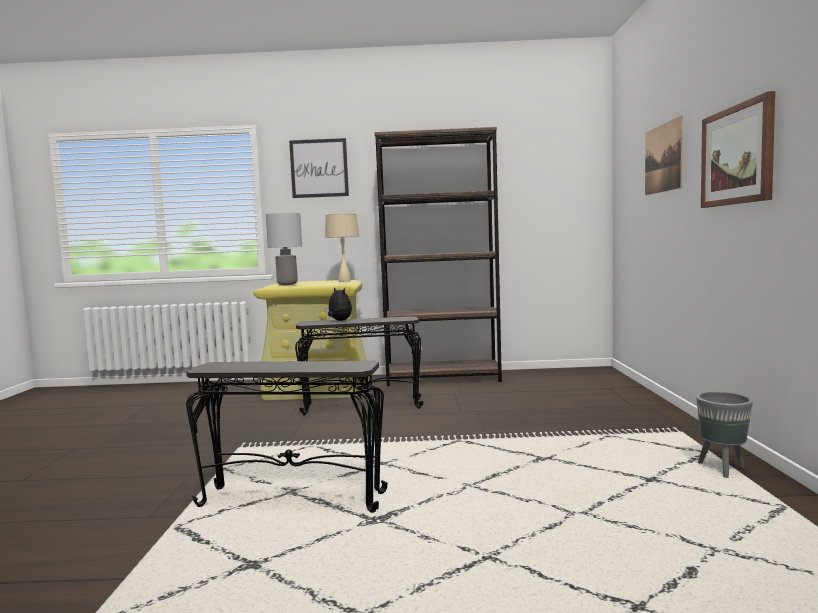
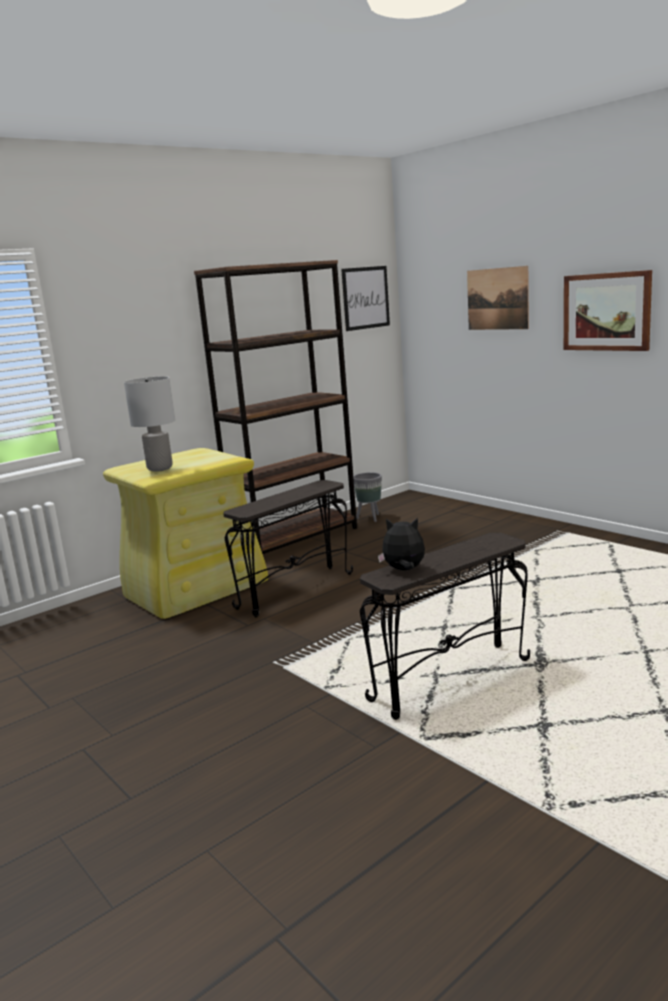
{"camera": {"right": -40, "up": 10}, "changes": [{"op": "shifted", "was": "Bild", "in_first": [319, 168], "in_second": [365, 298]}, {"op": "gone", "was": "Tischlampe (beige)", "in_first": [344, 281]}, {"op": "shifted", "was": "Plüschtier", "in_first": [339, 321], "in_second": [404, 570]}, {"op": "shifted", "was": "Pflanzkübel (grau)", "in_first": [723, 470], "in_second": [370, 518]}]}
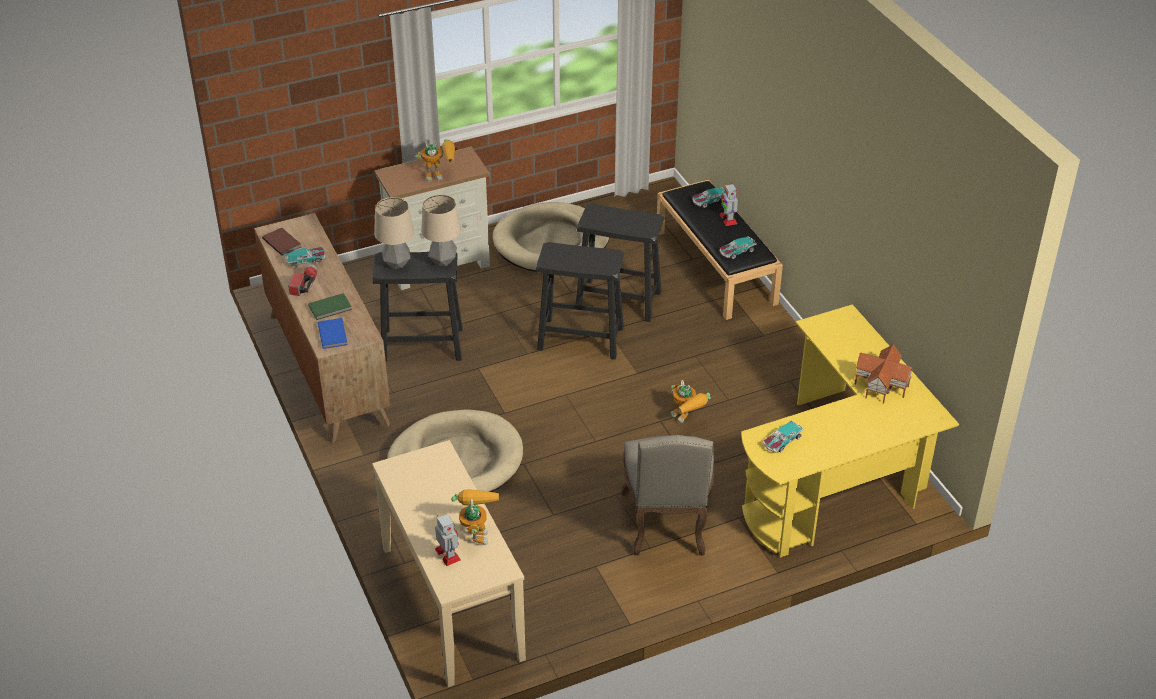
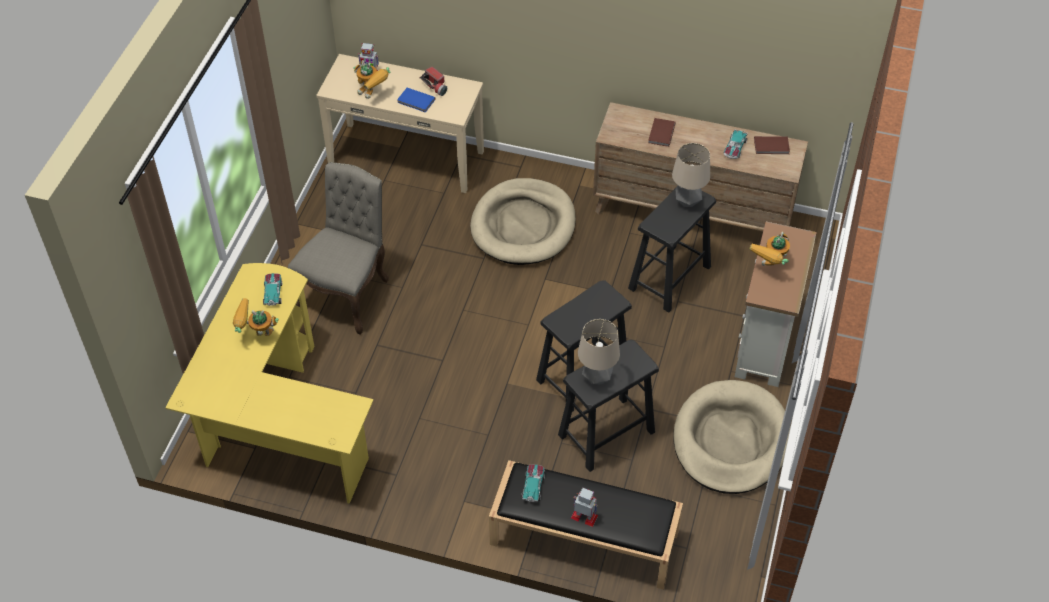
{"camera": {"right": 130, "up": 10}, "changes": [{"op": "gone", "was": "Spielzeugauto", "in_first": [709, 201]}, {"op": "shifted", "was": "Tischlampe", "in_first": [443, 261], "in_second": [597, 378]}, {"op": "shifted", "was": "Taschenlampe", "in_first": [304, 285], "in_second": [435, 86]}, {"op": "repainted", "was": "Buch (grün)", "now": "Buch (braun)", "in_first": [331, 308], "in_second": [660, 133]}, {"op": "shifted", "was": "Buch (blau)", "in_first": [333, 334], "in_second": [416, 101]}, {"op": "gone", "was": "Spielzeughaus", "in_first": [882, 385]}, {"op": "shifted", "was": "Spielzeugroboter", "in_first": [687, 419], "in_second": [256, 336]}, {"op": "rotated", "was": "Stuhl (grau)", "in_first": [667, 525], "in_second": [346, 294], "clockwise": 75}]}
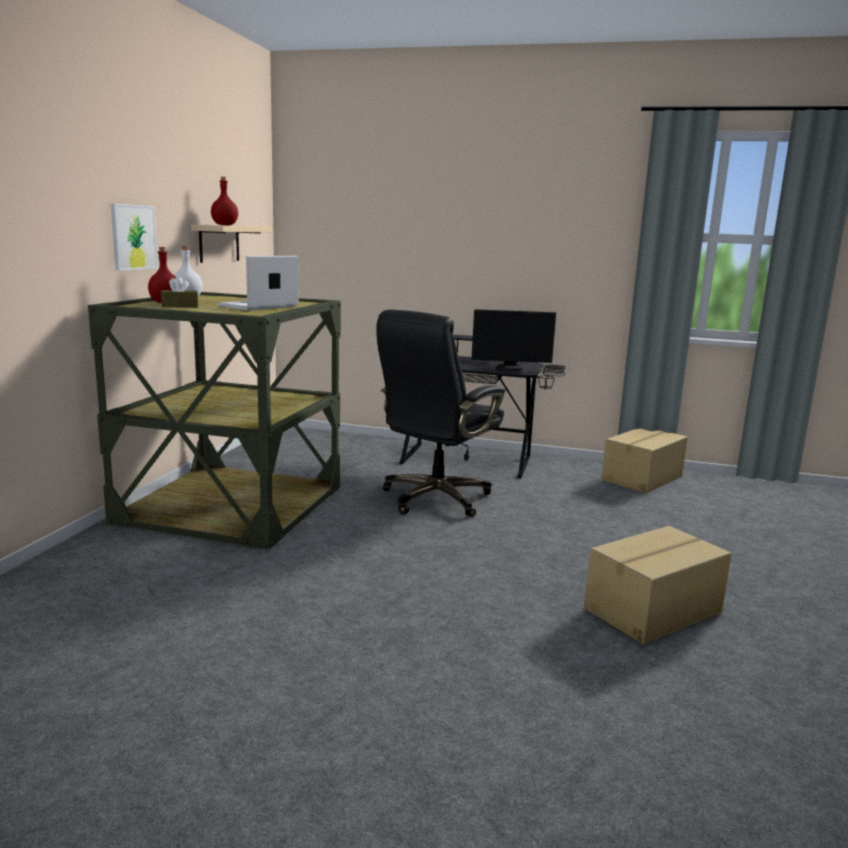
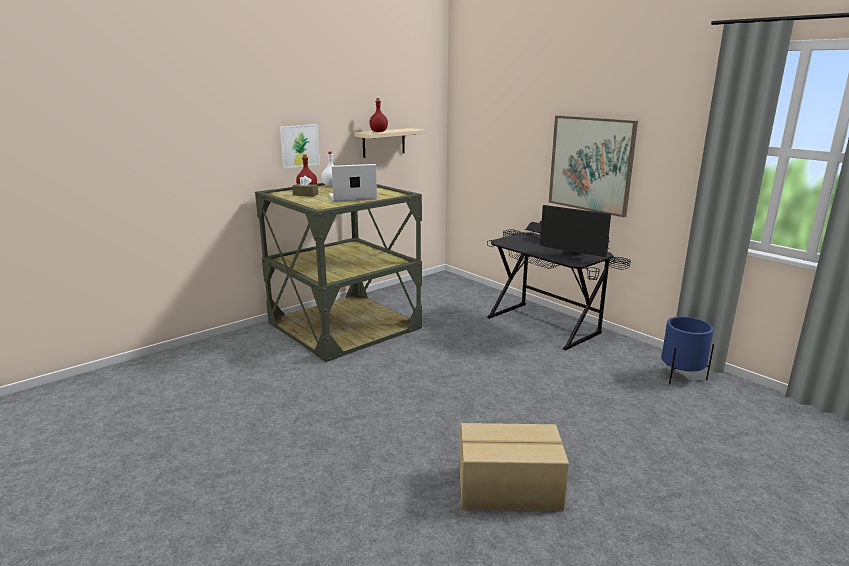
{"camera": {"right": 35, "up": 5}, "changes": [{"op": "gone", "was": "Bürostuhl (schwarz)", "in_first": [438, 497]}, {"op": "swapped", "was": "Karton", "now": "Pflanzkübel (blau)", "in_first": [643, 478], "in_second": [681, 376]}, {"op": "new", "now": "Bild", "in_second": [591, 164]}]}
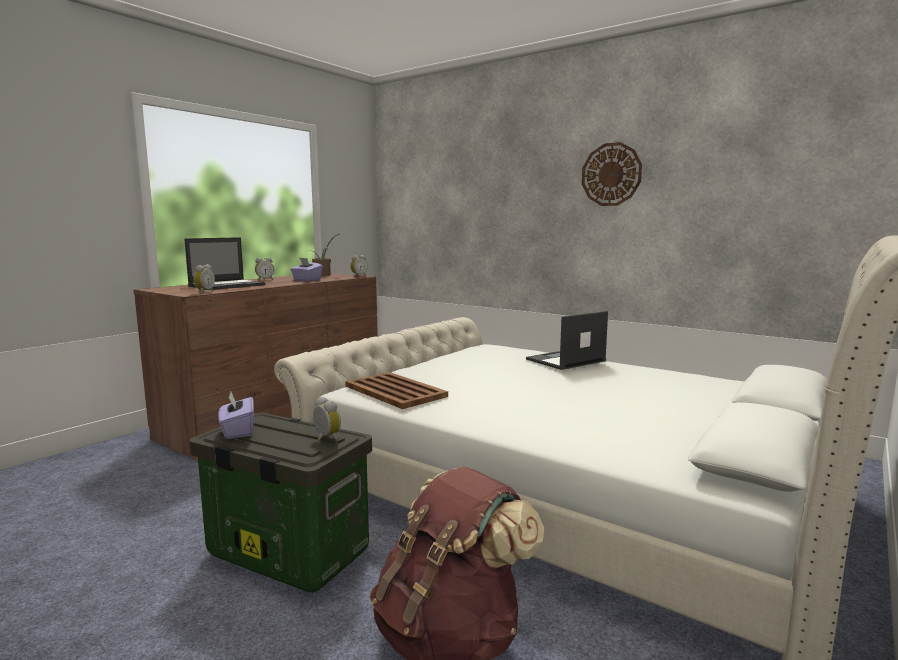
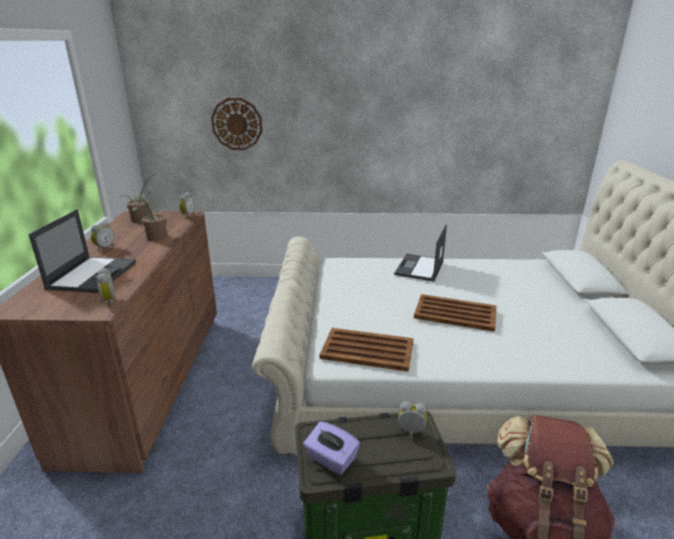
{"camera": {"right": -35, "up": 15}, "changes": [{"op": "shifted", "was": "Wanduhr", "in_first": [611, 174], "in_second": [237, 124]}, {"op": "swapped", "was": "Taschentuchbox (lila)", "now": "Topfpflanze", "in_first": [306, 280], "in_second": [155, 238]}, {"op": "new", "now": "Tablett (braun)", "in_second": [454, 313]}]}
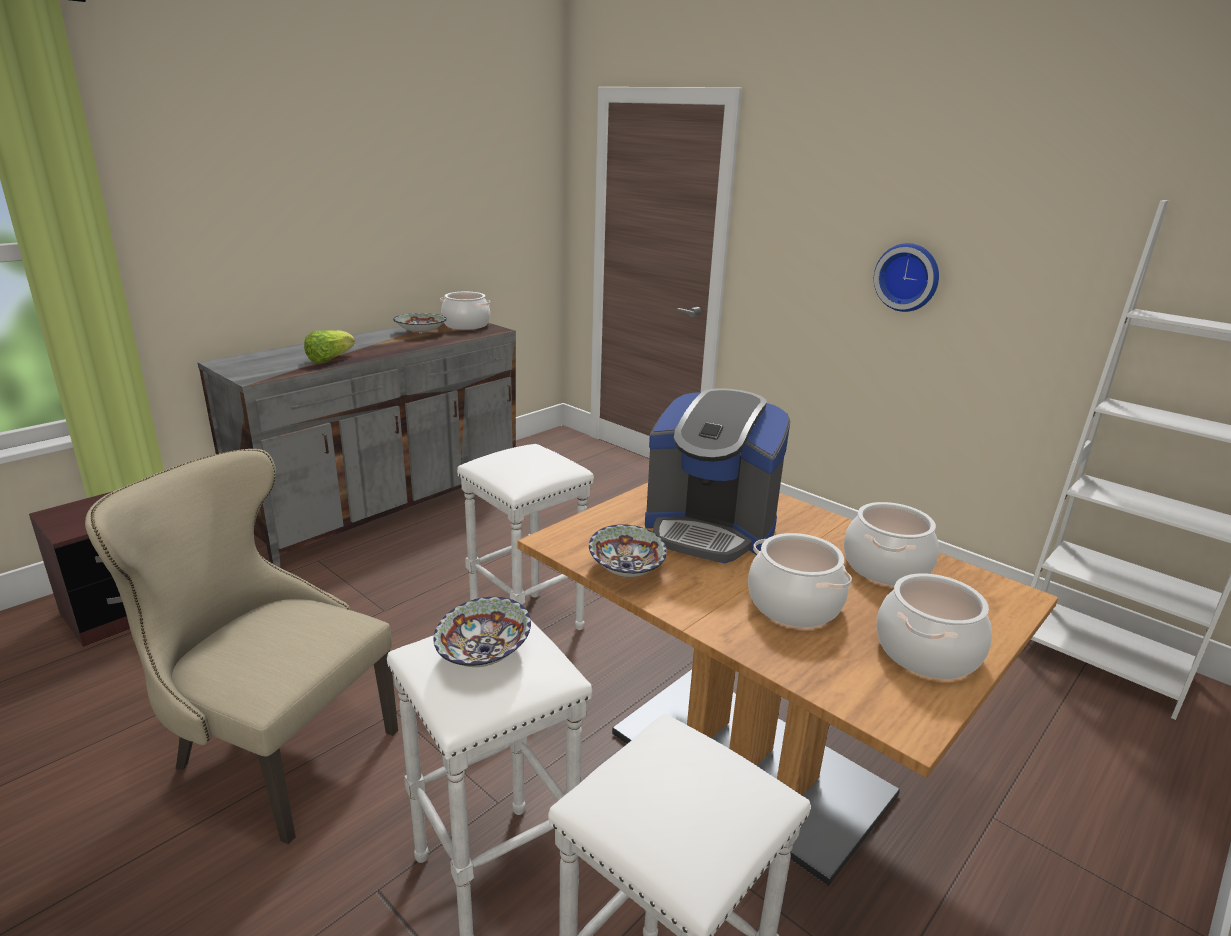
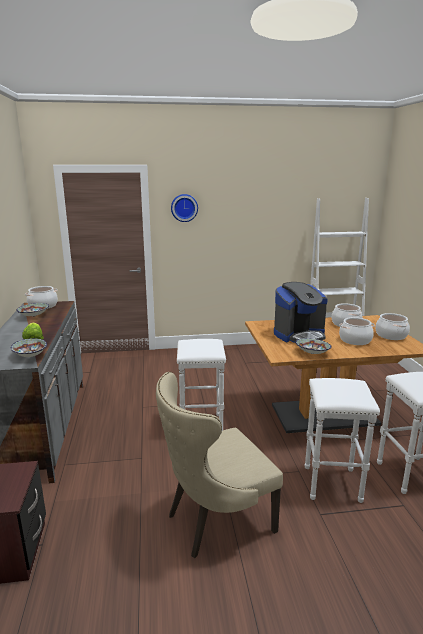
{"camera": {"right": -50, "up": -5}, "changes": [{"op": "shifted", "was": "Wanduhr", "in_first": [908, 277], "in_second": [184, 208]}, {"op": "shifted", "was": "Schüssel", "in_first": [485, 654], "in_second": [31, 356]}]}
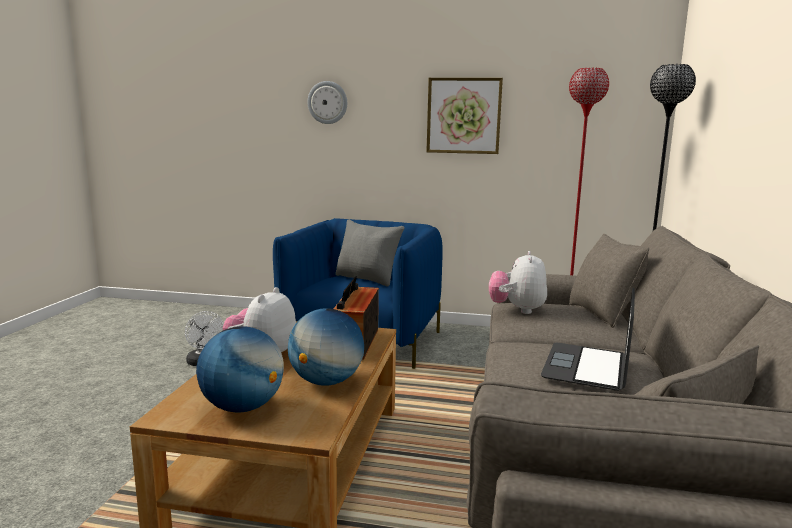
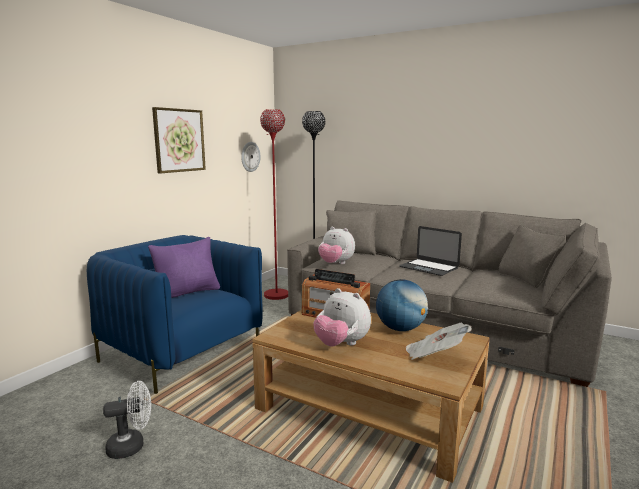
{"camera": {"right": -70, "up": 0}, "changes": [{"op": "shifted", "was": "Wanduhr", "in_first": [327, 102], "in_second": [250, 156]}, {"op": "repainted", "was": "Kissen (grau)", "now": "Kissen (lila)", "in_first": [367, 279], "in_second": [188, 292]}, {"op": "swapped", "was": "Globus", "now": "Zeitung", "in_first": [242, 407], "in_second": [434, 356]}]}
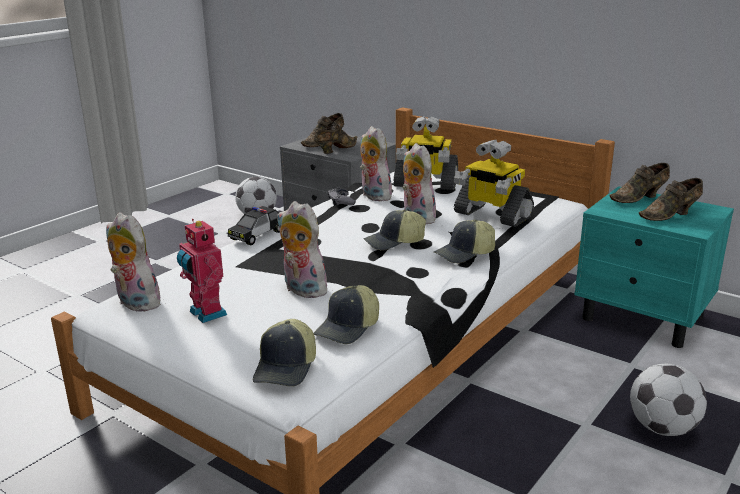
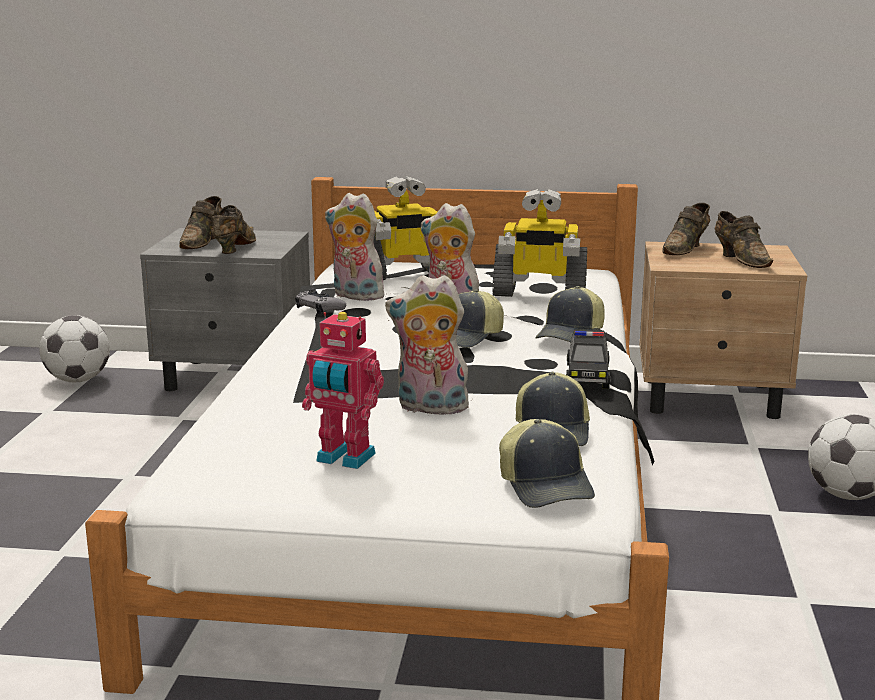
{"camera": {"right": -30, "up": -5}, "changes": [{"op": "rotated", "was": "Schuh (braun)", "in_first": [671, 215], "in_second": [741, 260], "clockwise": -60}, {"op": "repainted", "was": "Nachttisch (türkis)", "now": "Nachttisch (beige)", "in_first": [644, 318], "in_second": [712, 398]}, {"op": "shifted", "was": "Spielzeugauto", "in_first": [257, 235], "in_second": [587, 376]}, {"op": "gone", "was": "Plüschtier", "in_first": [135, 303]}]}
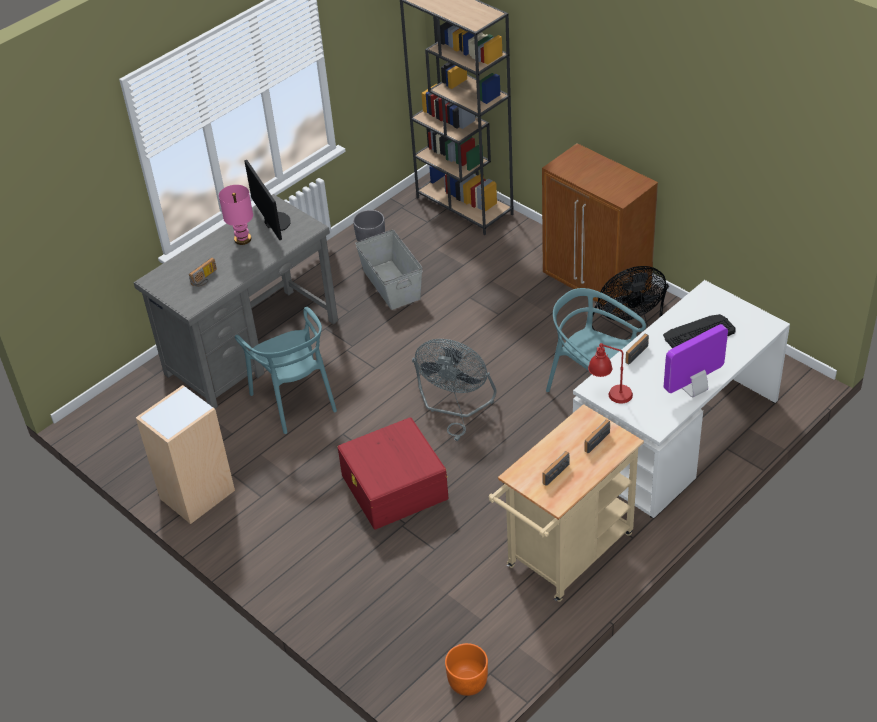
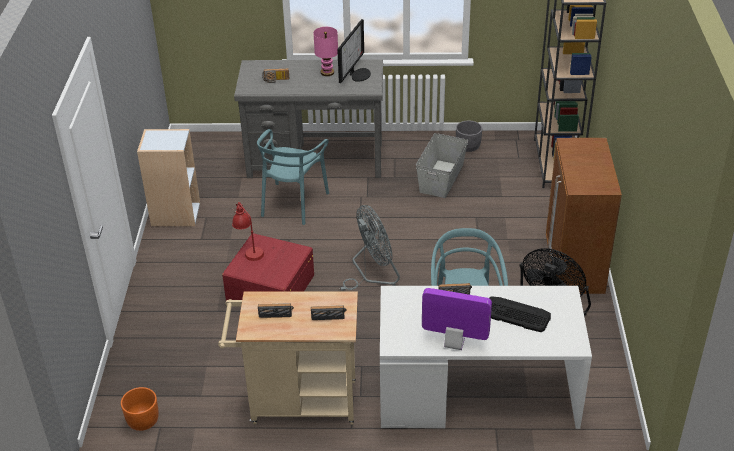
{"camera": {"right": 45, "up": -5}, "changes": [{"op": "shifted", "was": "Tischlampe (rot)", "in_first": [609, 395], "in_second": [249, 250]}]}
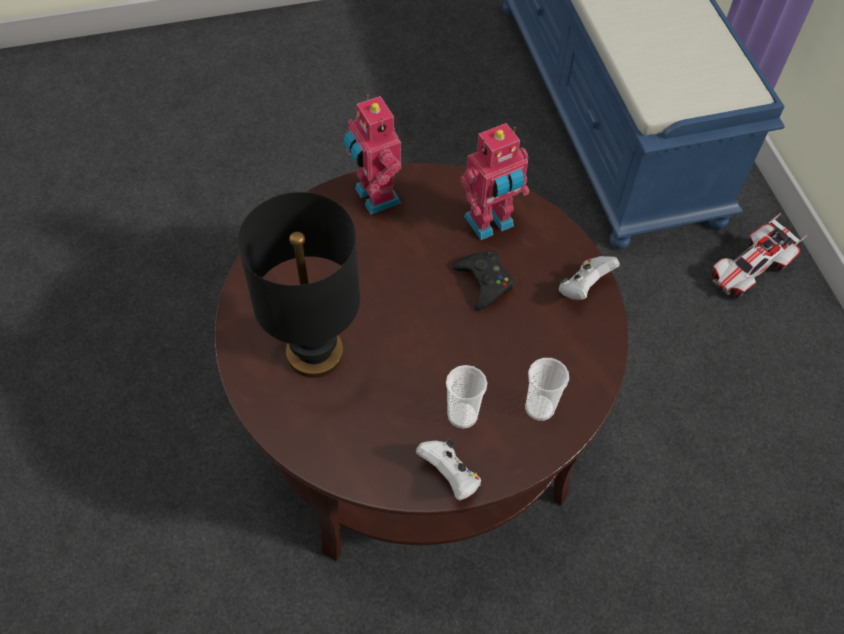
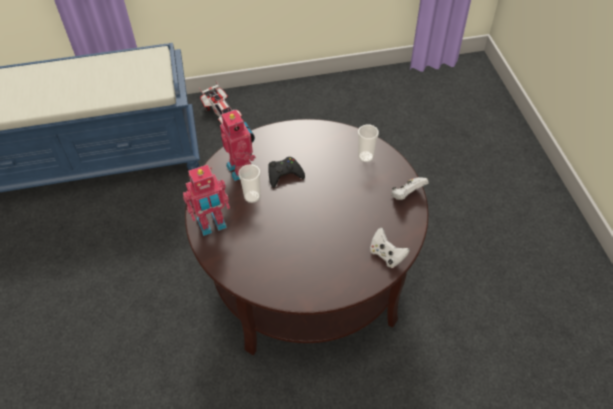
{"camera": {"right": -85, "up": -5}, "changes": [{"op": "gone", "was": "Tischlampe (schwarz)", "in_first": [313, 352]}, {"op": "shifted", "was": "Gamepad (weiß)", "in_first": [583, 287], "in_second": [386, 255]}, {"op": "shifted", "was": "Tasse", "in_first": [462, 415], "in_second": [252, 196]}]}
